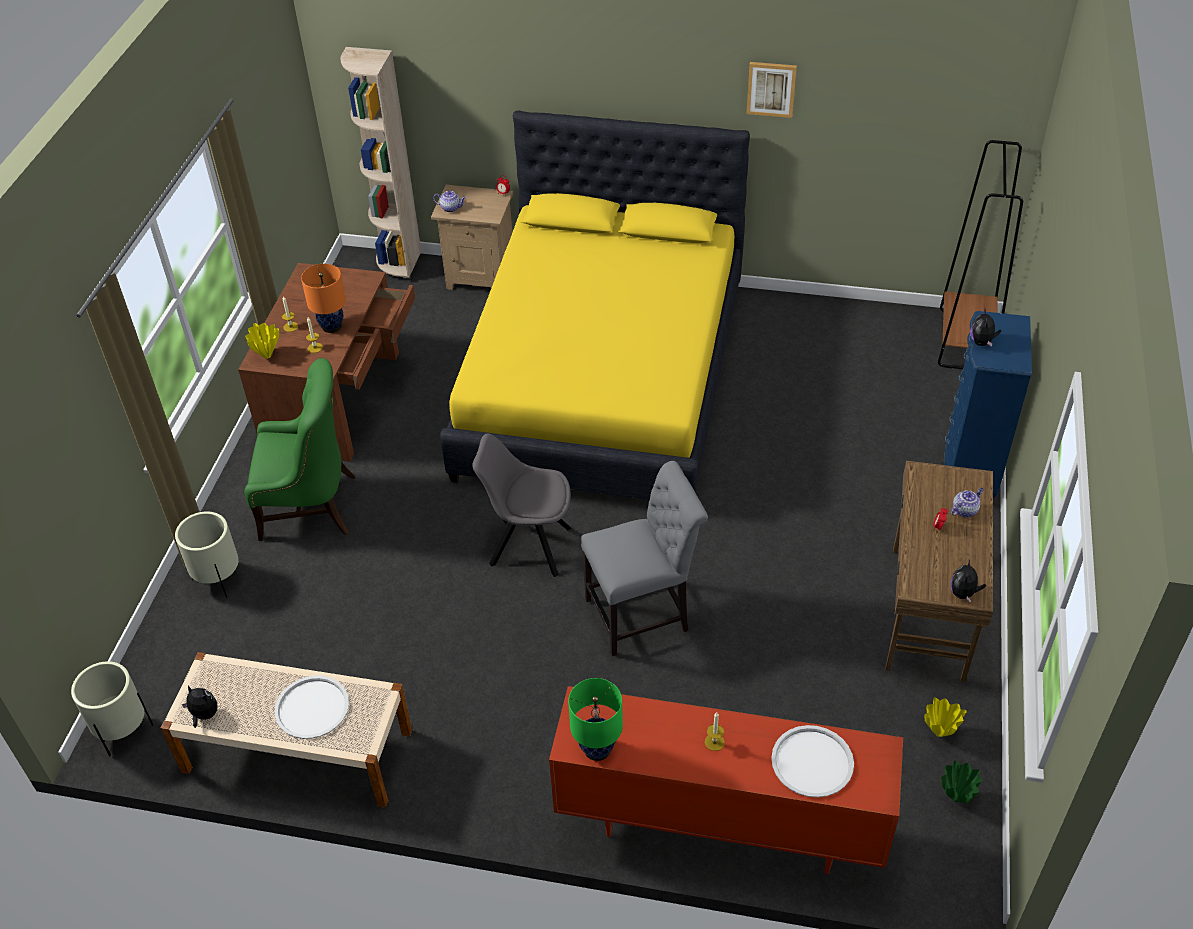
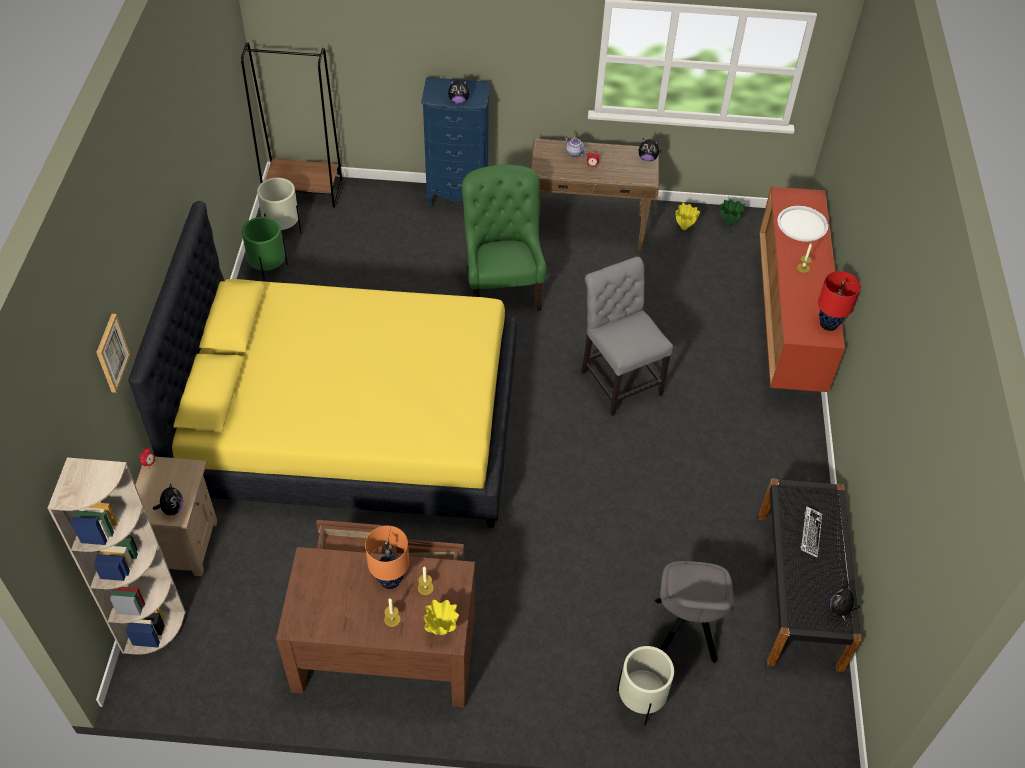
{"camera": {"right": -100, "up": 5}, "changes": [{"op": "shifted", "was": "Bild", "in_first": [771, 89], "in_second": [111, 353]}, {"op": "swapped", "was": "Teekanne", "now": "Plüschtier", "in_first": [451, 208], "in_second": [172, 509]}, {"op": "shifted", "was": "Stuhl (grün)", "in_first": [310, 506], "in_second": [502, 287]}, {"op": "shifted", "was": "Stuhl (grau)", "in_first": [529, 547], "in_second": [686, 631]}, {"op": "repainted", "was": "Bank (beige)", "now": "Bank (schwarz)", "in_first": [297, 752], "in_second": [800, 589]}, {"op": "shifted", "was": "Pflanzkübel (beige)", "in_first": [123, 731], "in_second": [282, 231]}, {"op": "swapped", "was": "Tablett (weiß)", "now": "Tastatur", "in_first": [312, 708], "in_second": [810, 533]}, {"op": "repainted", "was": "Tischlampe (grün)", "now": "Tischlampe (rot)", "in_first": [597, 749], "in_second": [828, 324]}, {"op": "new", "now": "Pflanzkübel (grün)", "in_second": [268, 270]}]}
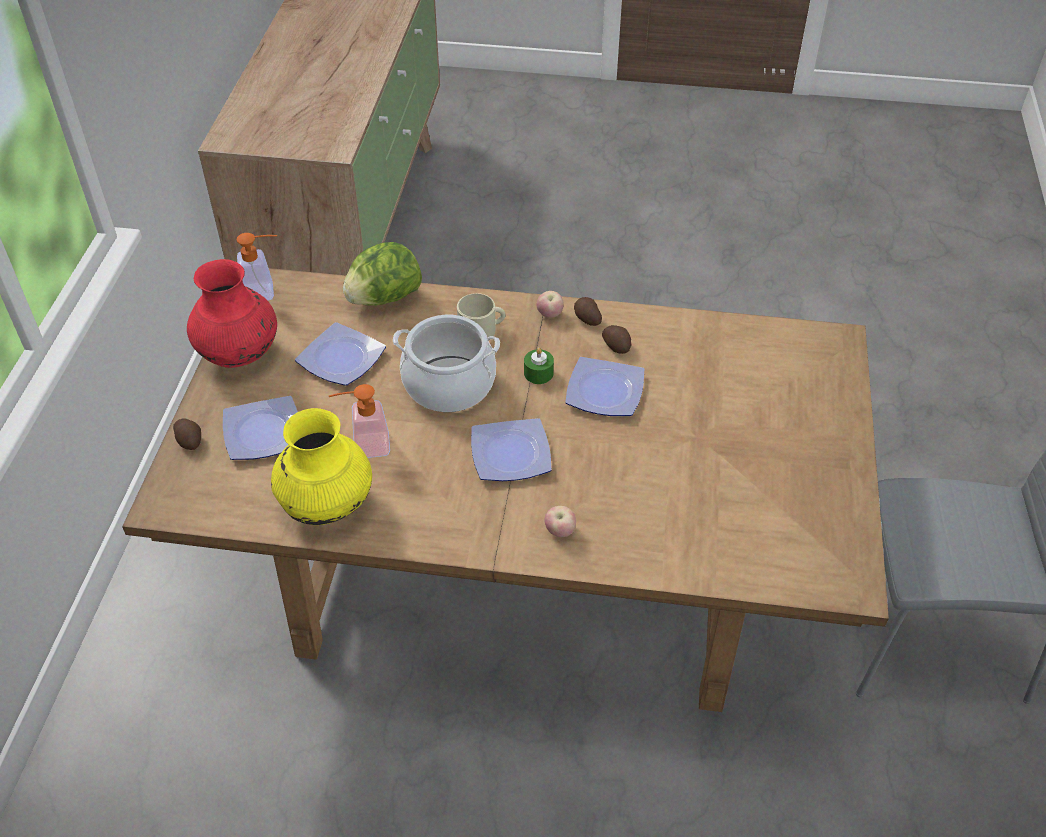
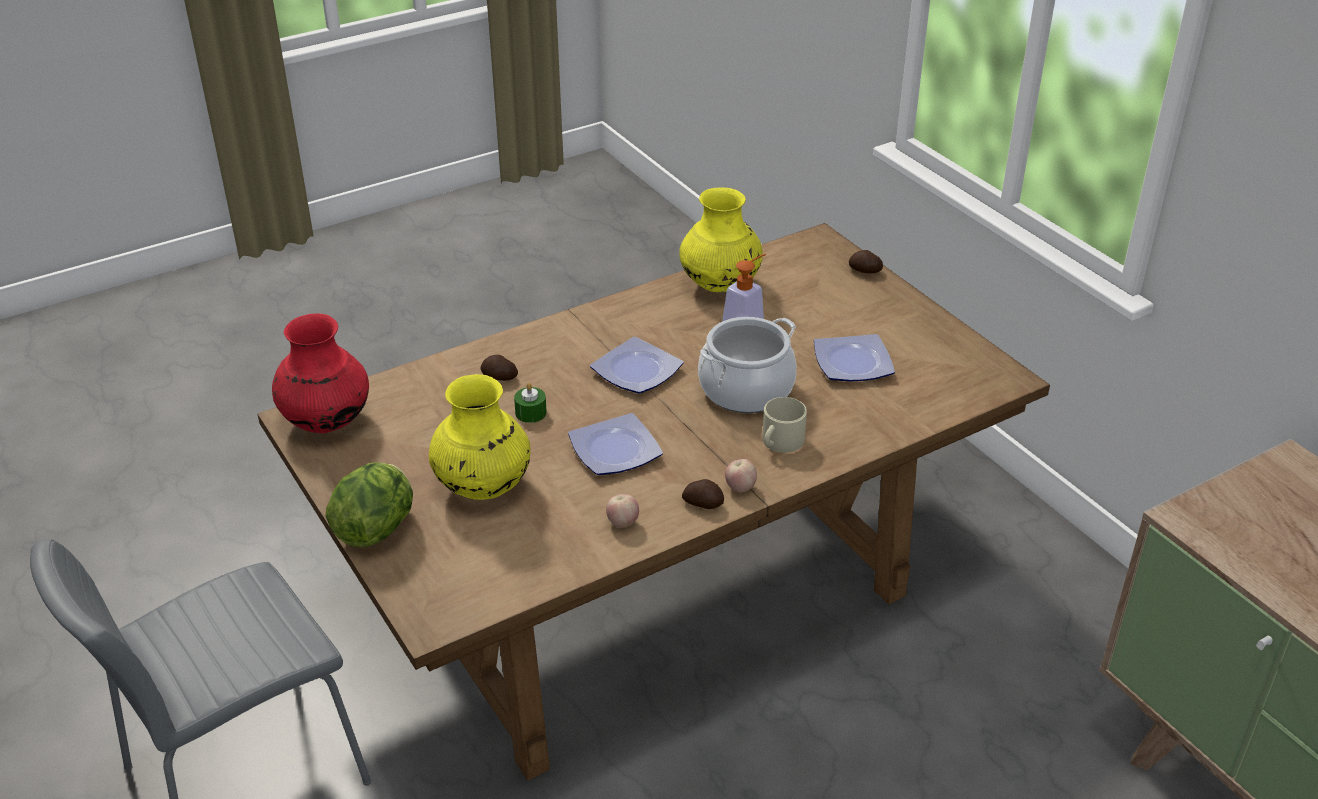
{"camera": {"right": 140, "up": -10}, "changes": [{"op": "gone", "was": "Seifenspender", "in_first": [265, 292]}, {"op": "shifted", "was": "Salatkopf", "in_first": [384, 298], "in_second": [377, 528]}, {"op": "shifted", "was": "Vase (rot)", "in_first": [240, 355], "in_second": [326, 421]}, {"op": "shifted", "was": "Kartoffel", "in_first": [616, 345], "in_second": [499, 377]}, {"op": "shifted", "was": "Kerze (grün)", "in_first": [538, 373], "in_second": [531, 413]}, {"op": "gone", "was": "Teller", "in_first": [264, 431]}, {"op": "shifted", "was": "Apfel", "in_first": [560, 531], "in_second": [622, 523]}, {"op": "new", "now": "Vase (gelb)", "in_second": [483, 487]}]}
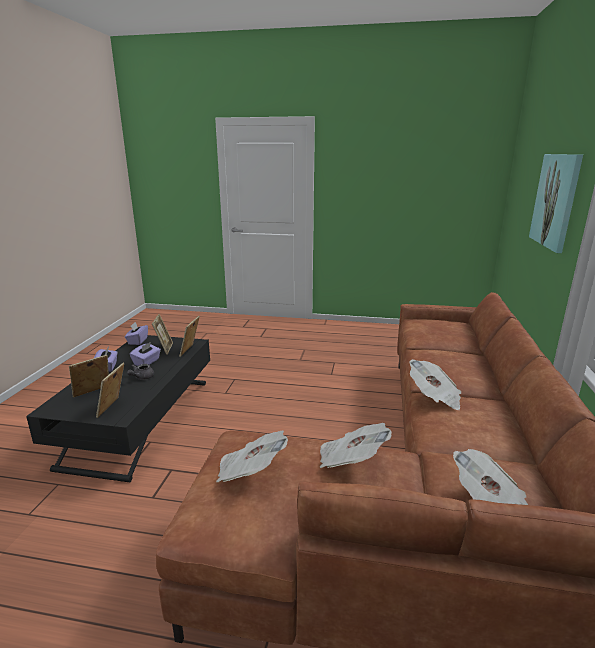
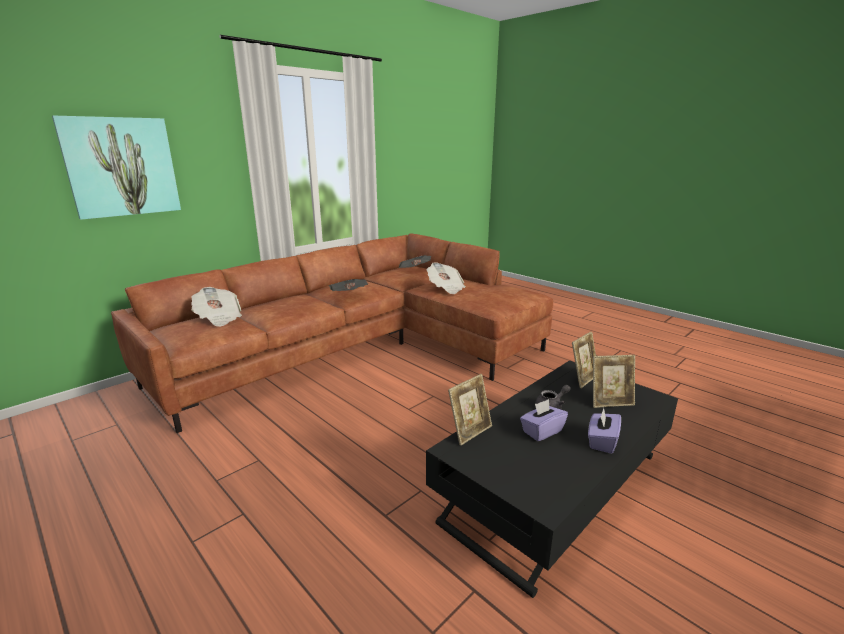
{"camera": {"right": -145, "up": 0}, "changes": [{"op": "gone", "was": "Bilderrahmen", "in_first": [164, 348]}, {"op": "gone", "was": "Taschentuchbox (lila)", "in_first": [137, 341]}, {"op": "shifted", "was": "Zeitung", "in_first": [250, 472], "in_second": [218, 318]}]}
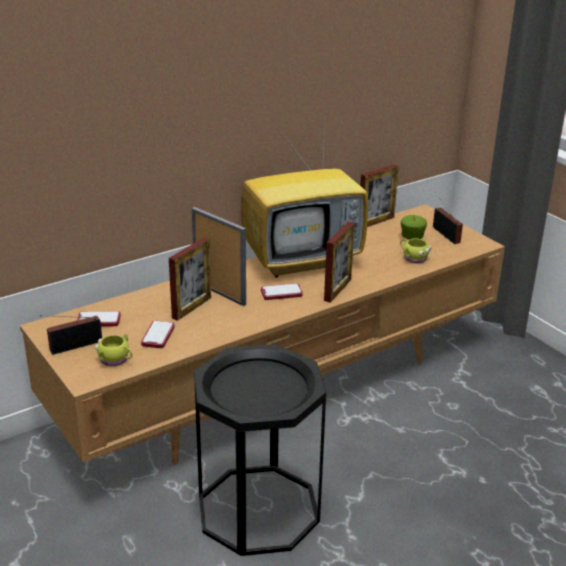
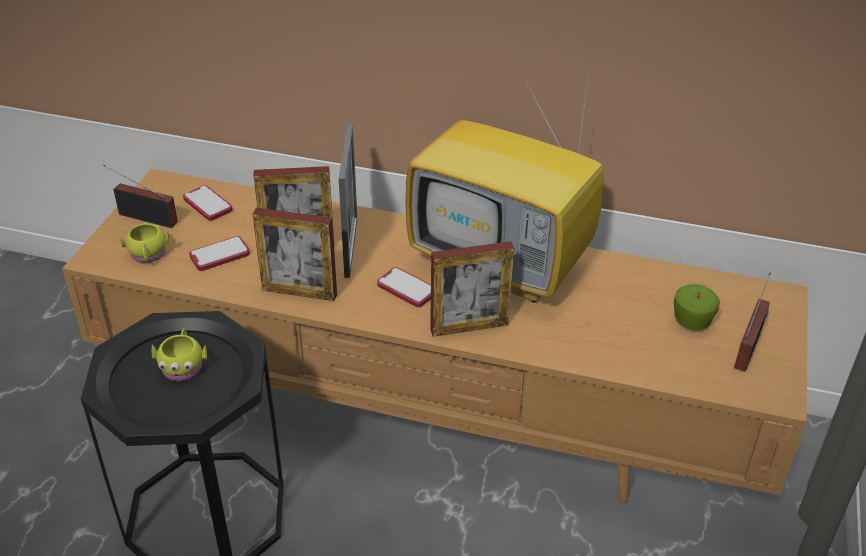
{"camera": {"right": 50, "up": 10}, "changes": [{"op": "shifted", "was": "Bilderrahmen", "in_first": [376, 222], "in_second": [299, 292]}, {"op": "shifted", "was": "Henkelbecher (gelb)", "in_first": [413, 258], "in_second": [183, 365]}]}
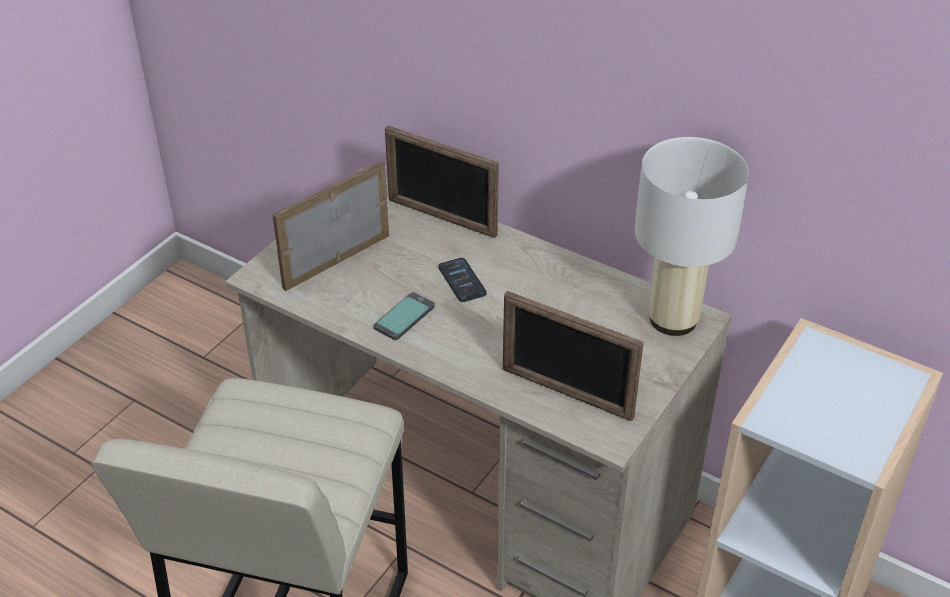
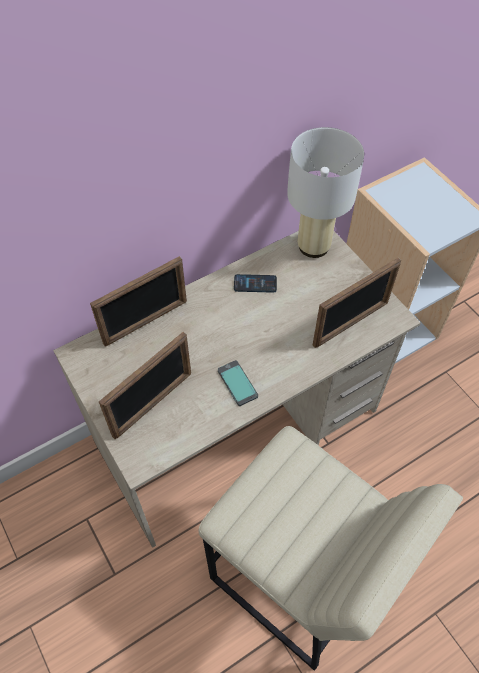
{"camera": {"right": -65, "up": 15}, "changes": [{"op": "rotated", "was": "Bilderrahmen", "in_first": [336, 261], "in_second": [153, 404], "clockwise": -120}, {"op": "shifted", "was": "Handy", "in_first": [462, 281], "in_second": [255, 284]}]}
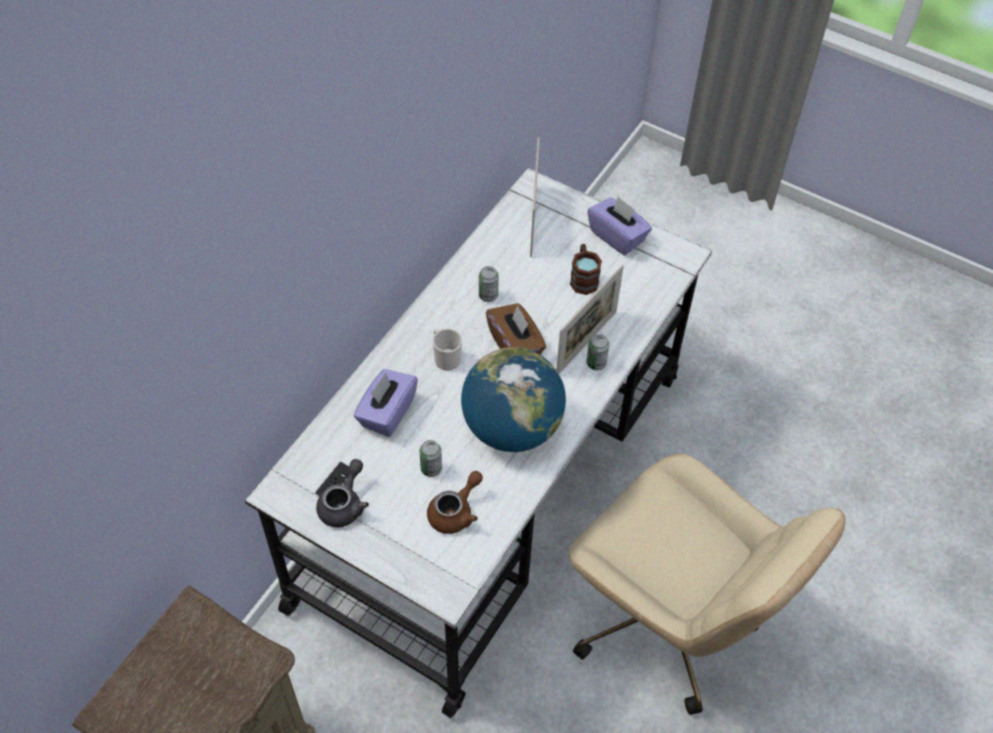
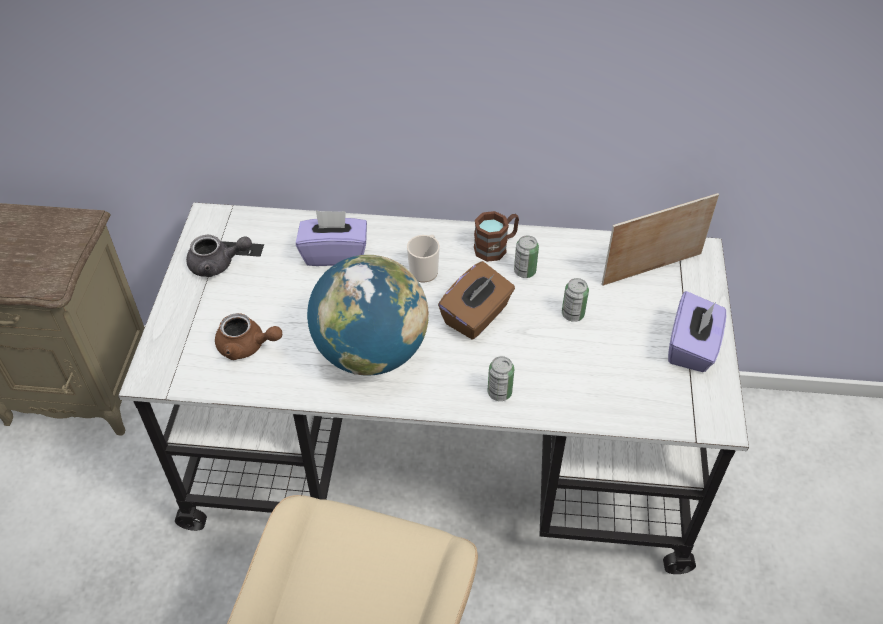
{"camera": {"right": 65, "up": -5}, "changes": [{"op": "shifted", "was": "Henkelbecher (braun)", "in_first": [583, 278], "in_second": [496, 246]}, {"op": "gone", "was": "Bilderrahmen", "in_first": [586, 343]}, {"op": "shifted", "was": "Dose", "in_first": [431, 469], "in_second": [572, 314]}]}
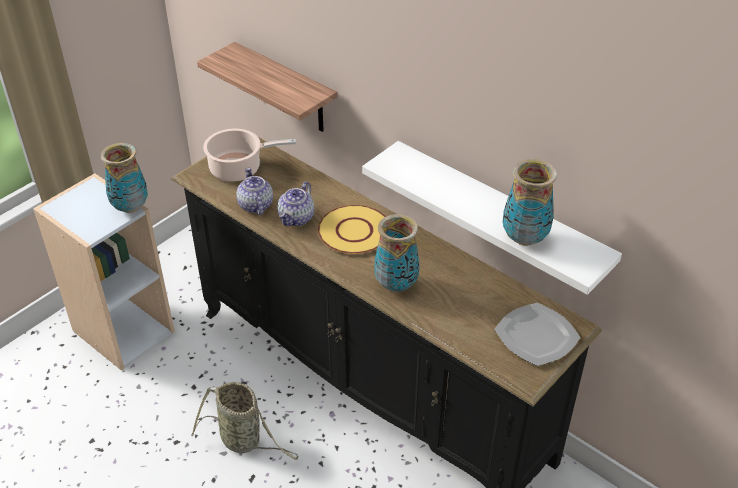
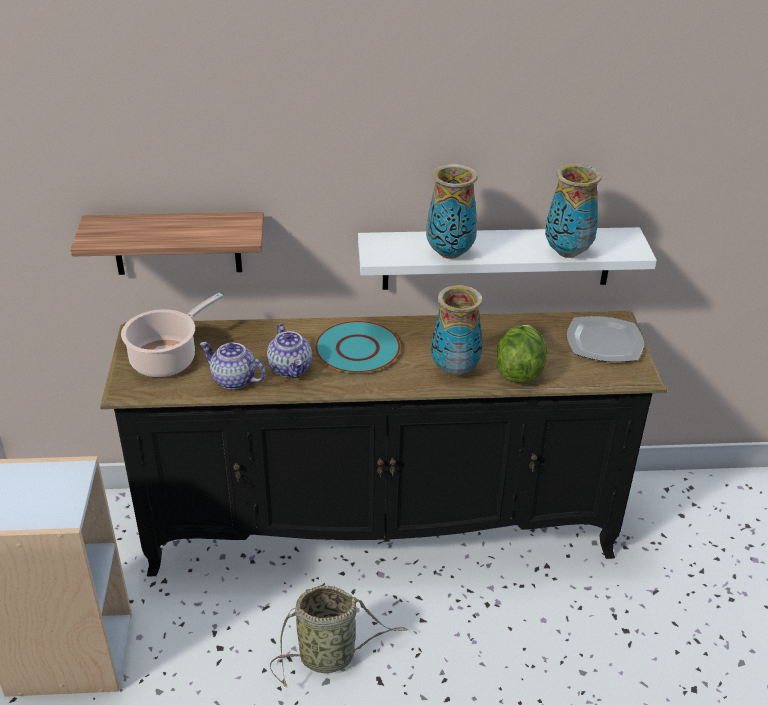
{"camera": {"right": -45, "up": -5}, "changes": [{"op": "shifted", "was": "Vase", "in_first": [130, 207], "in_second": [449, 253]}, {"op": "repainted", "was": "Teller (gelb)", "now": "Teller (türkis)", "in_first": [353, 231], "in_second": [357, 349]}, {"op": "new", "now": "Salatkopf", "in_second": [519, 370]}]}
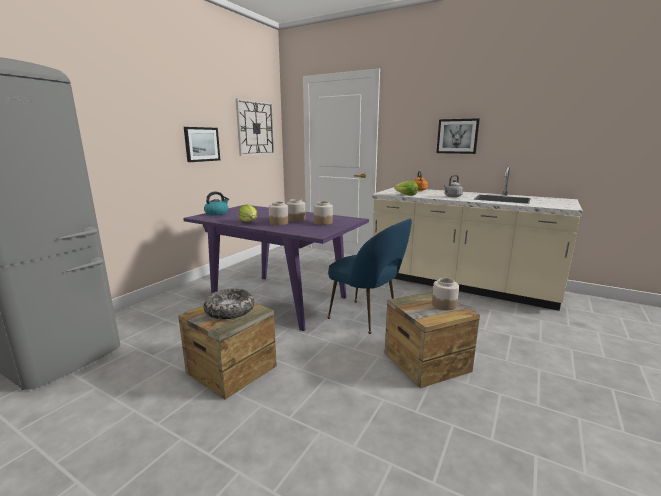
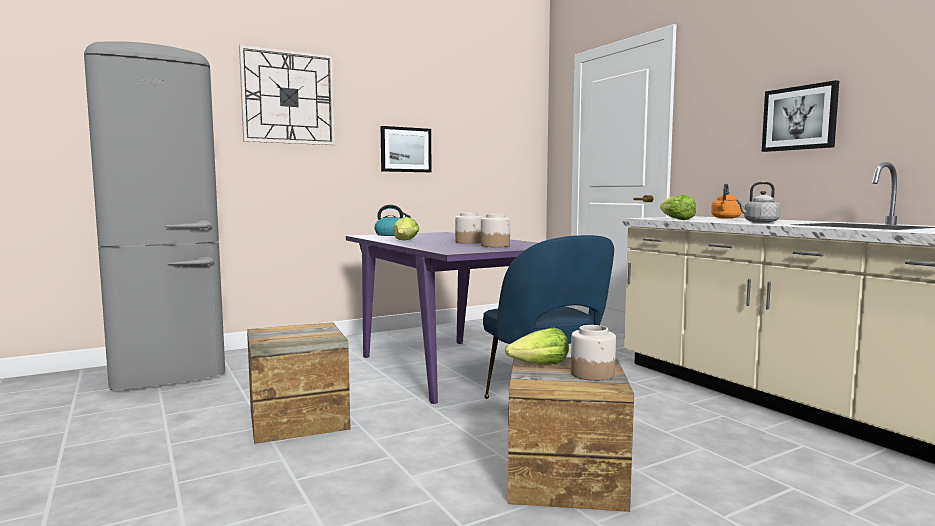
{"camera": {"right": 30, "up": -10}, "changes": [{"op": "shifted", "was": "Wanduhr", "in_first": [255, 128], "in_second": [288, 97]}, {"op": "gone", "was": "Vorratsglas", "in_first": [279, 223]}, {"op": "gone", "was": "Schüssel", "in_first": [230, 311]}, {"op": "new", "now": "Salatkopf", "in_second": [540, 365]}]}
